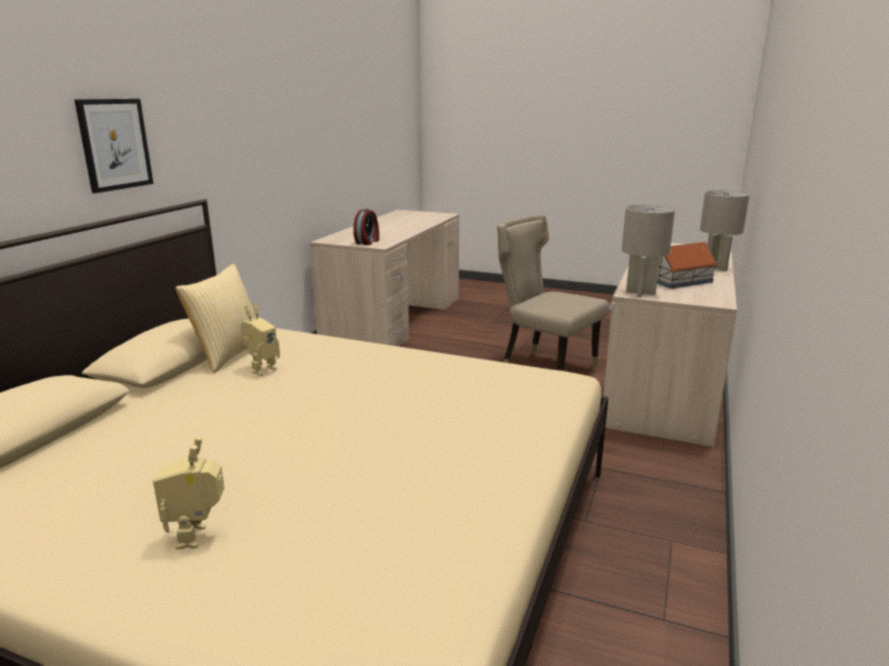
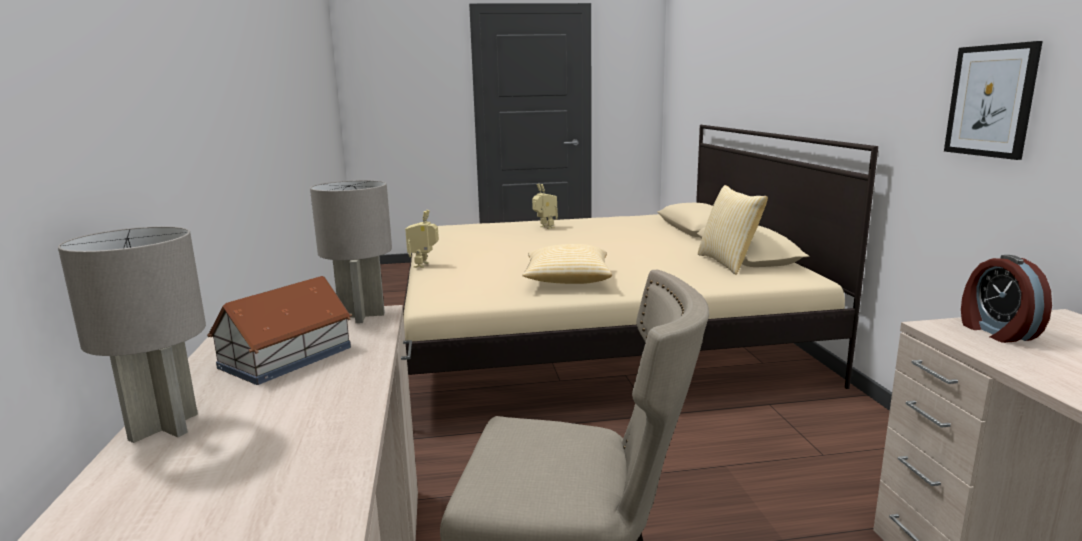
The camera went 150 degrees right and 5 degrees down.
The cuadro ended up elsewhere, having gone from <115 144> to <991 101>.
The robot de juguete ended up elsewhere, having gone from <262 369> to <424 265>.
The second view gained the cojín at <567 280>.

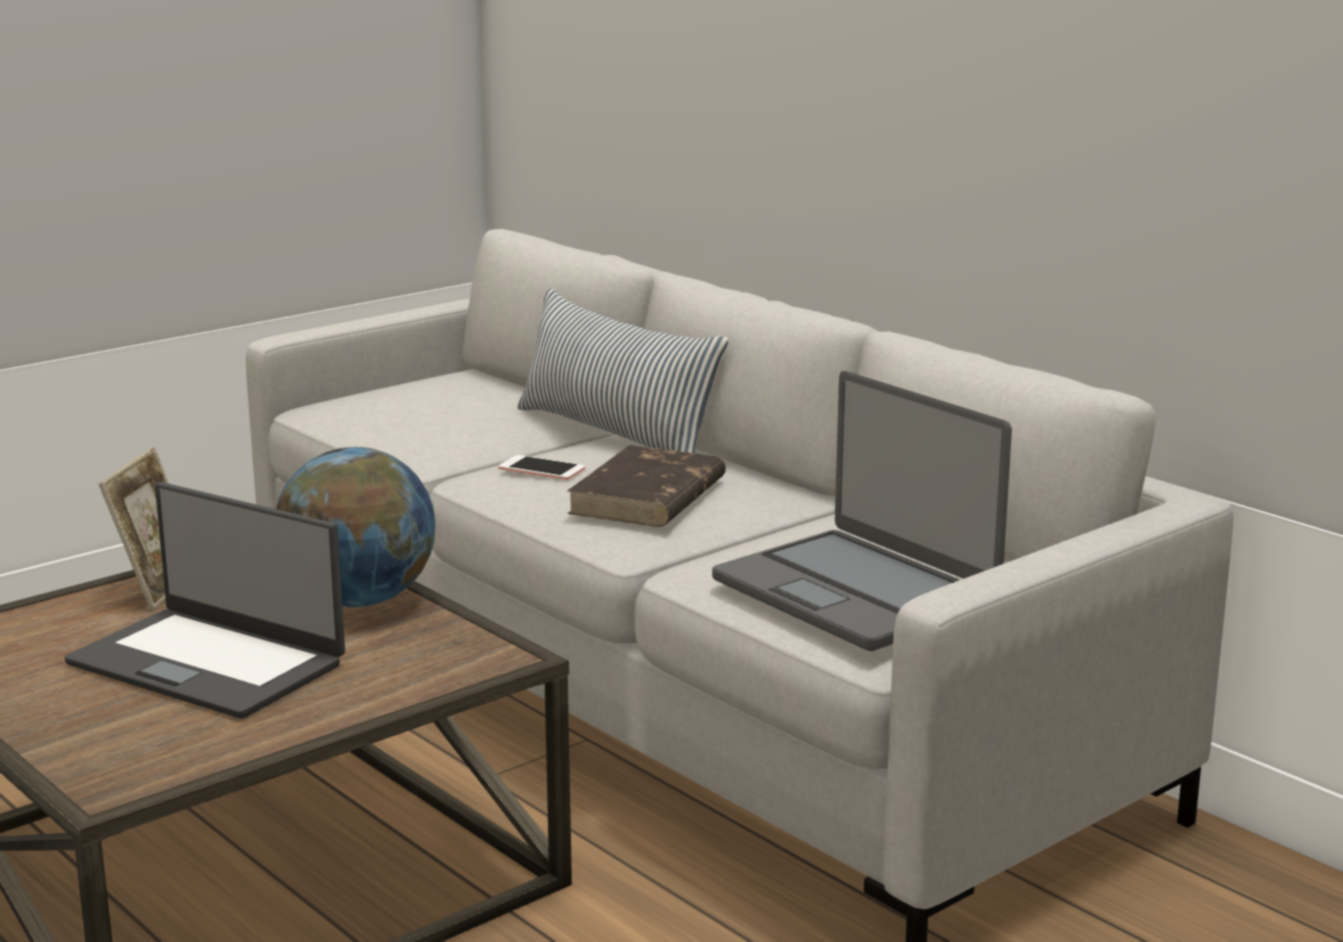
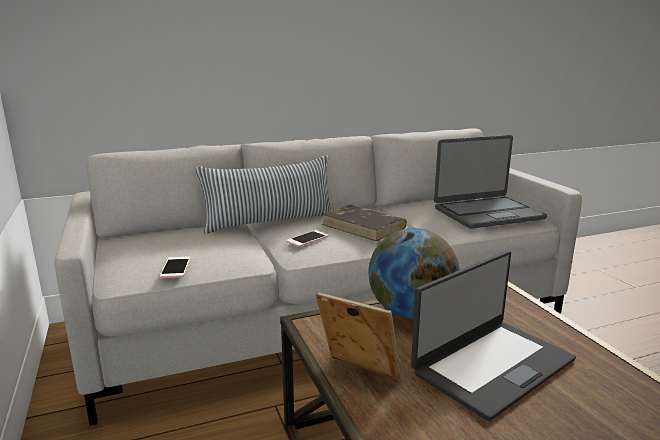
The camera went 70 degrees left and 0 degrees up.
The second view gained the móvil at <175 267>.

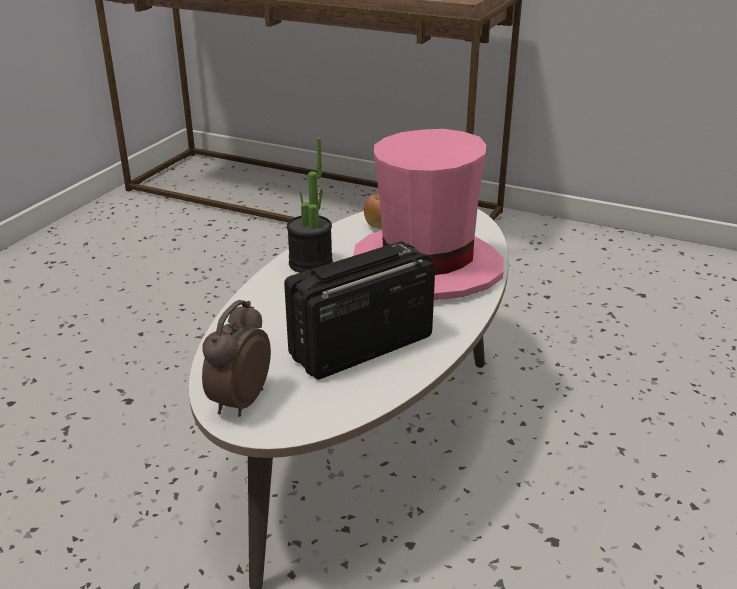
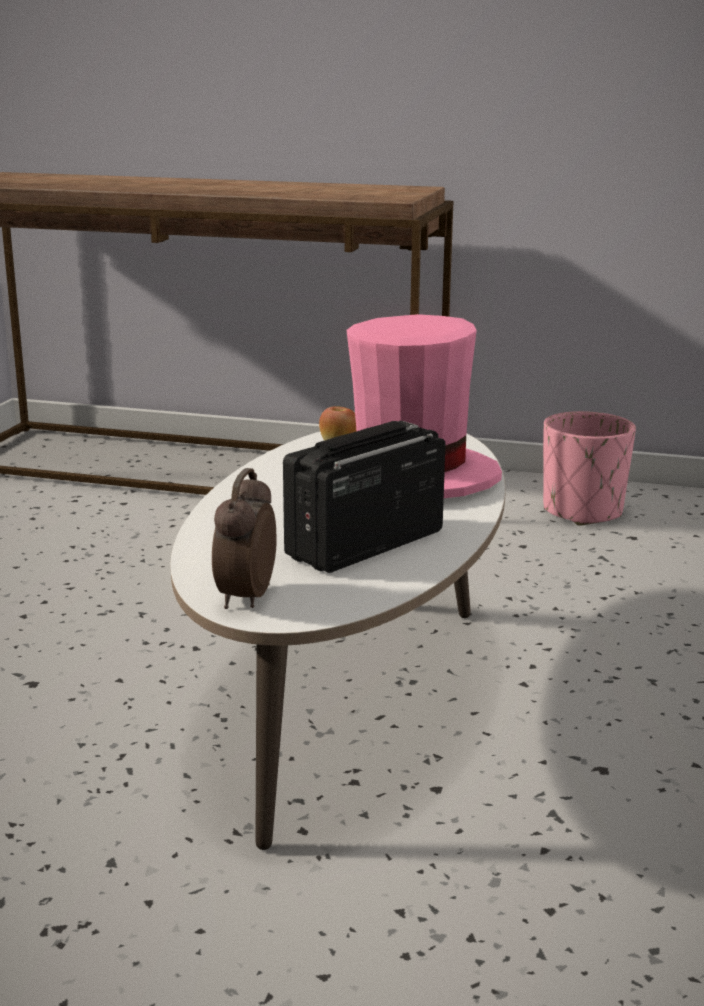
The camera went 10 degrees left and 10 degrees down.
The second view lost the planta en maceta at <310 263>.
The second view gained the maceta (rosa) at <582 512>.

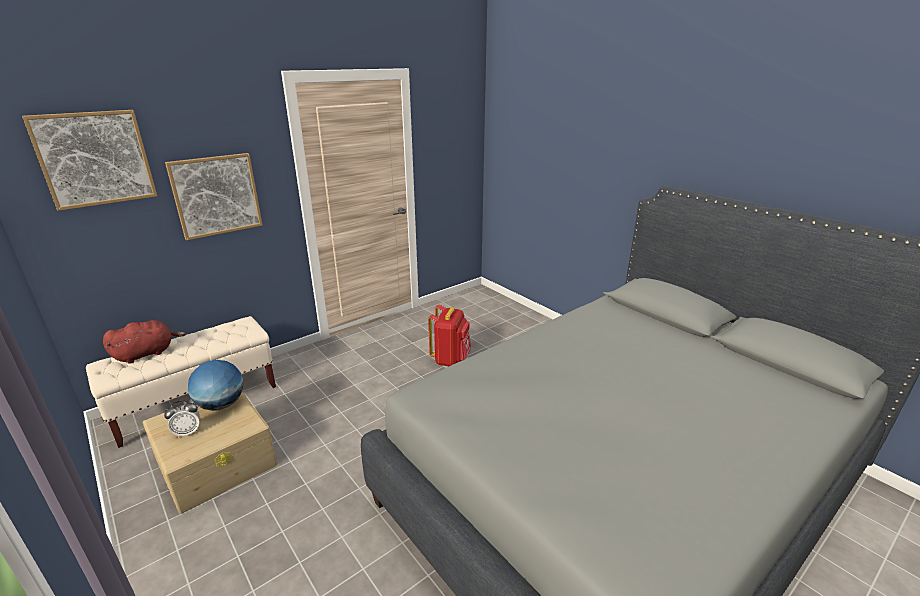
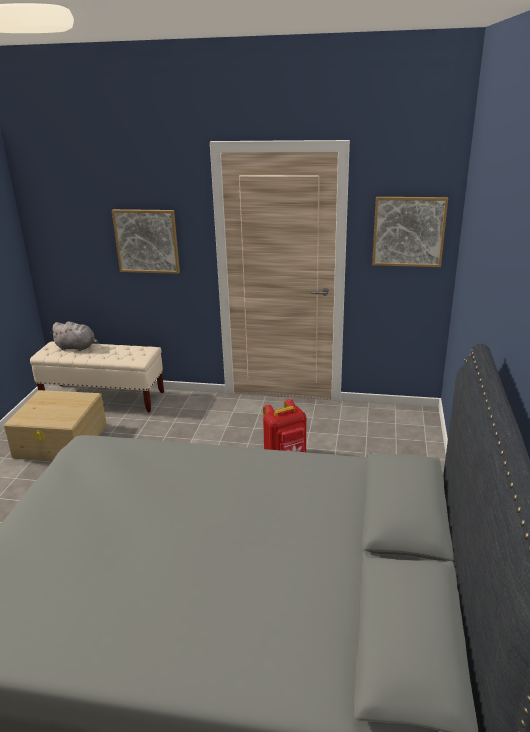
The camera went 50 degrees right and 0 degrees up.
The cuadro ended up elsewhere, having gone from <95 159> to <408 231>.
What was the peluche (rojo) at <147 353> turned into the peluche (gris) at <77 347>.
The second view lost the despertador at <187 432>.
The second view lost the globo terráqueo at <221 405>.

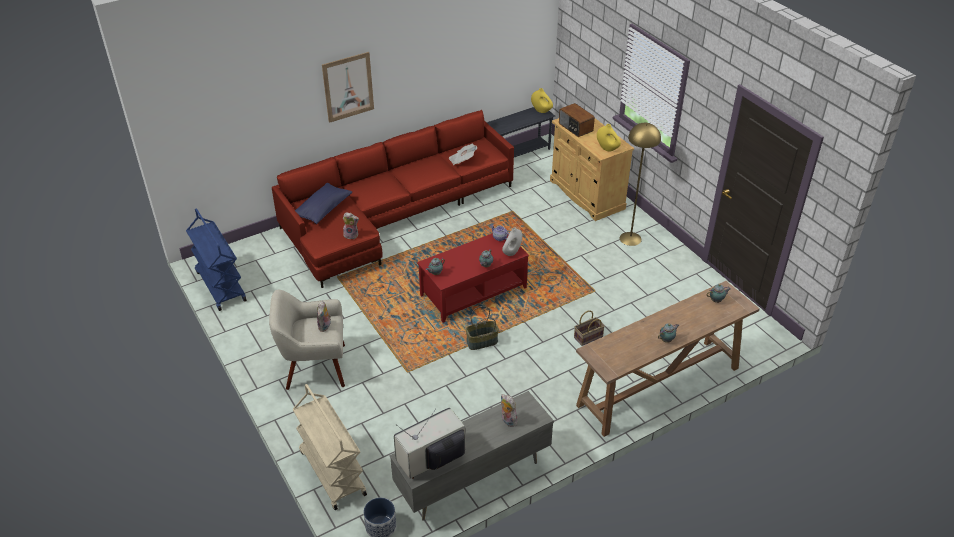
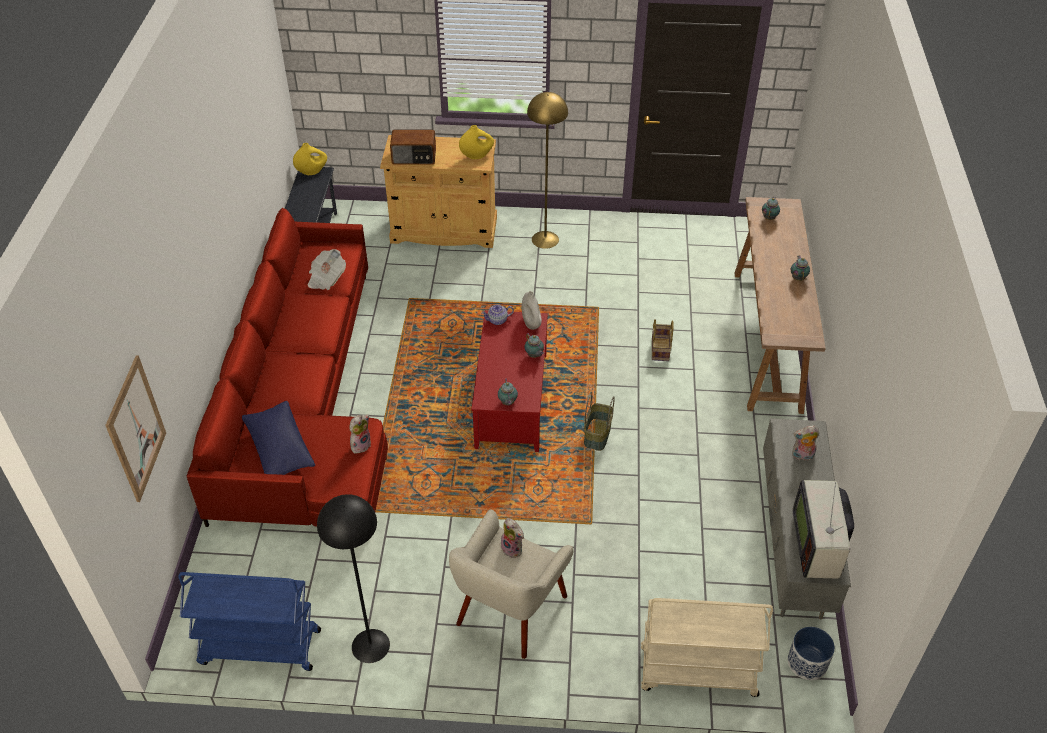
The camera went 55 degrees left and 5 degrees up.
The cuadro ended up elsewhere, having gone from <348 87> to <136 429>.
The second view gained the lámpara de pie (negro) at <370 645>.

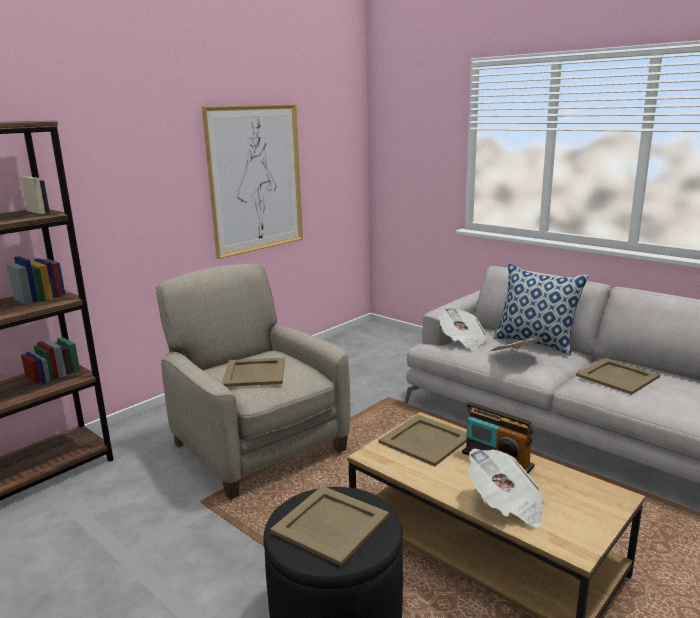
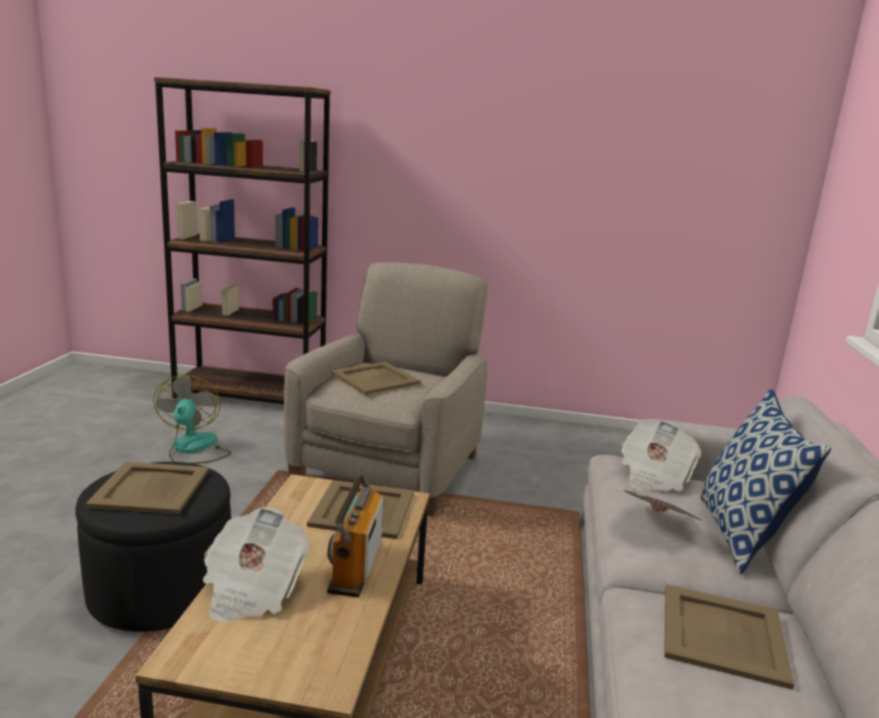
The camera went 55 degrees right and 0 degrees up.
The second view lost the cuadro at <256 179>.
The second view gained the ventilador at <193 449>.

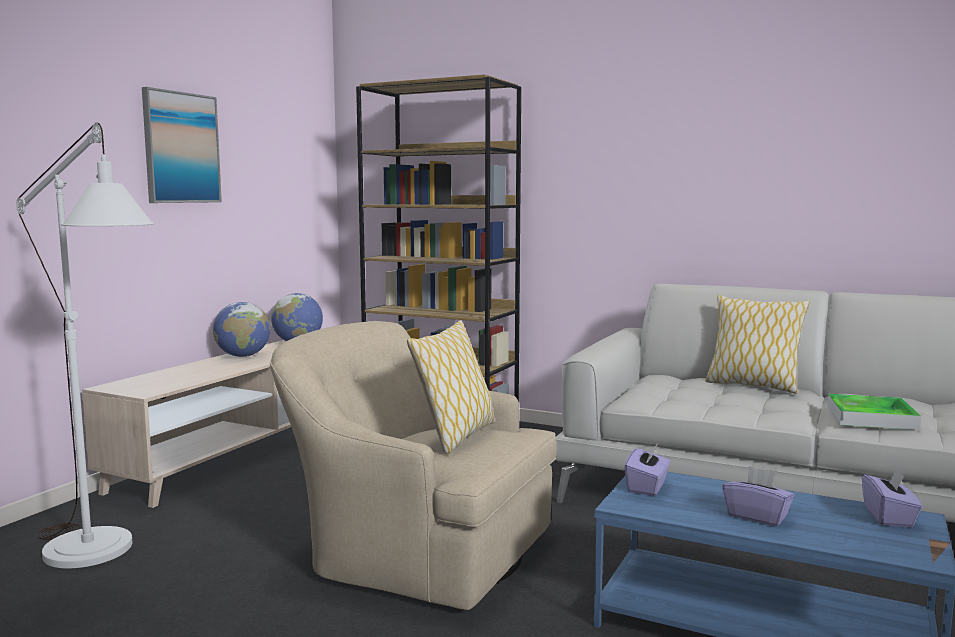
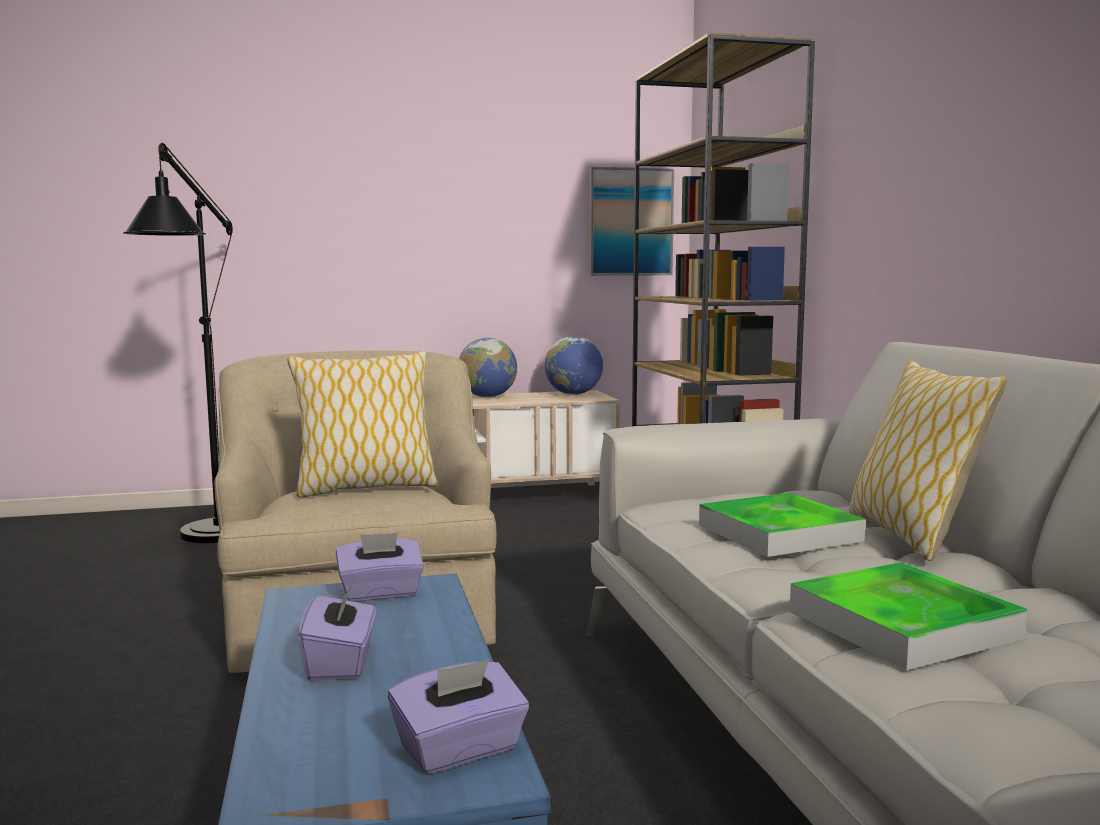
The camera went 50 degrees right and 0 degrees up.
What was the lámpara de pie (blanco) at <99 556> turned into the lámpara de pie (negro) at <211 538>.
The cuadro ended up elsewhere, having gone from <181 148> to <630 222>.
The second view gained the bandeja at <779 533>.

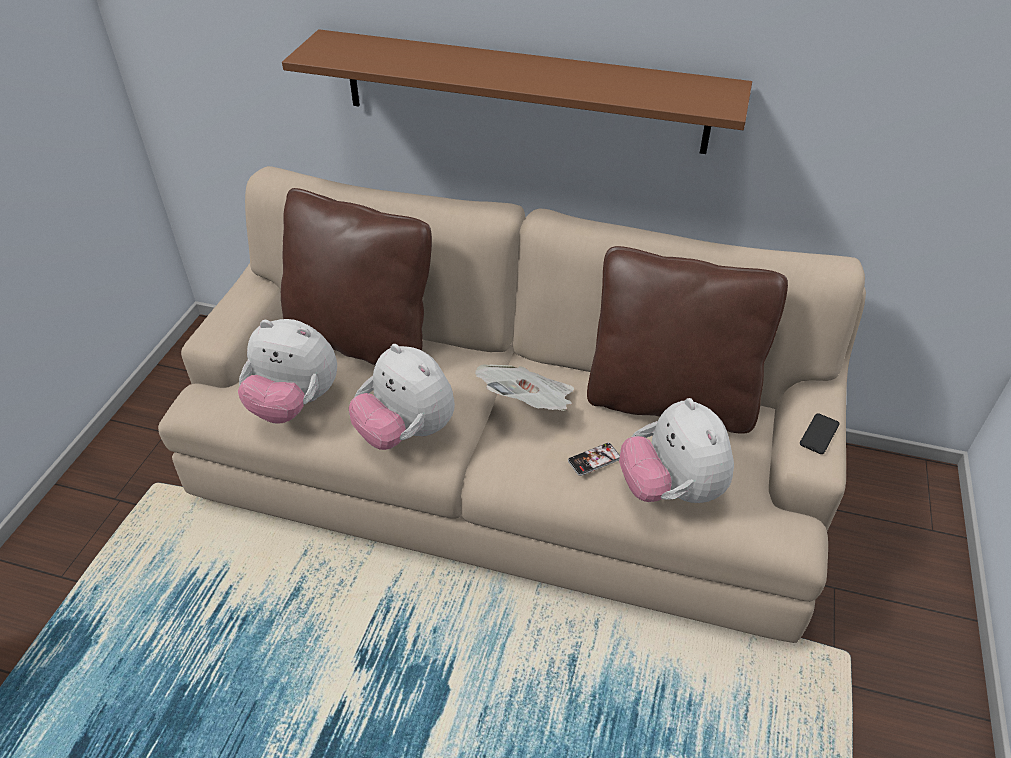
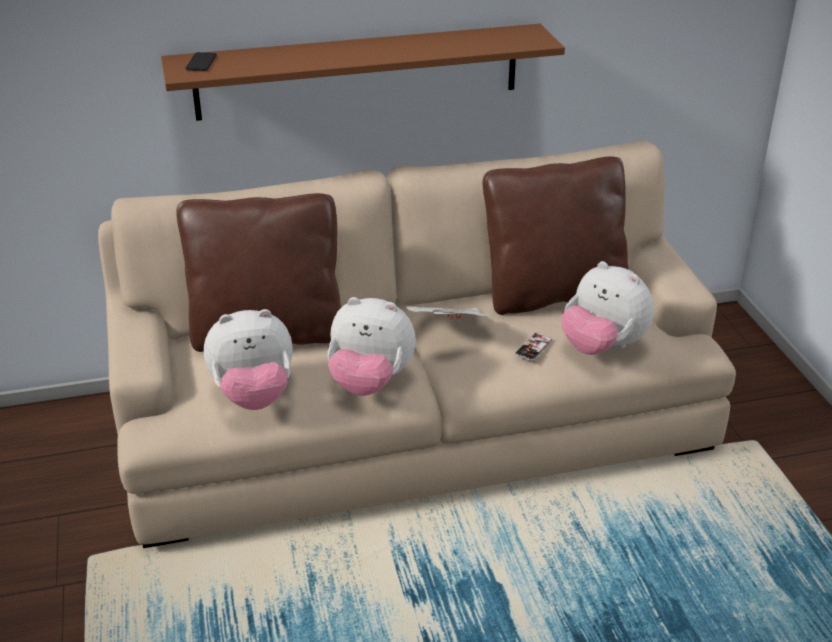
The camera went 30 degrees left and 10 degrees down.
The móvil ended up elsewhere, having gone from <819 434> to <201 62>.

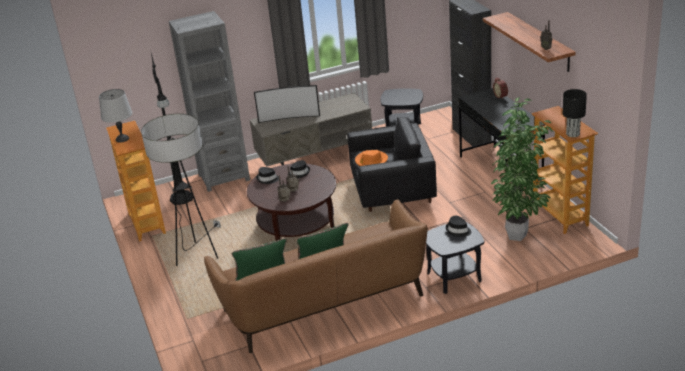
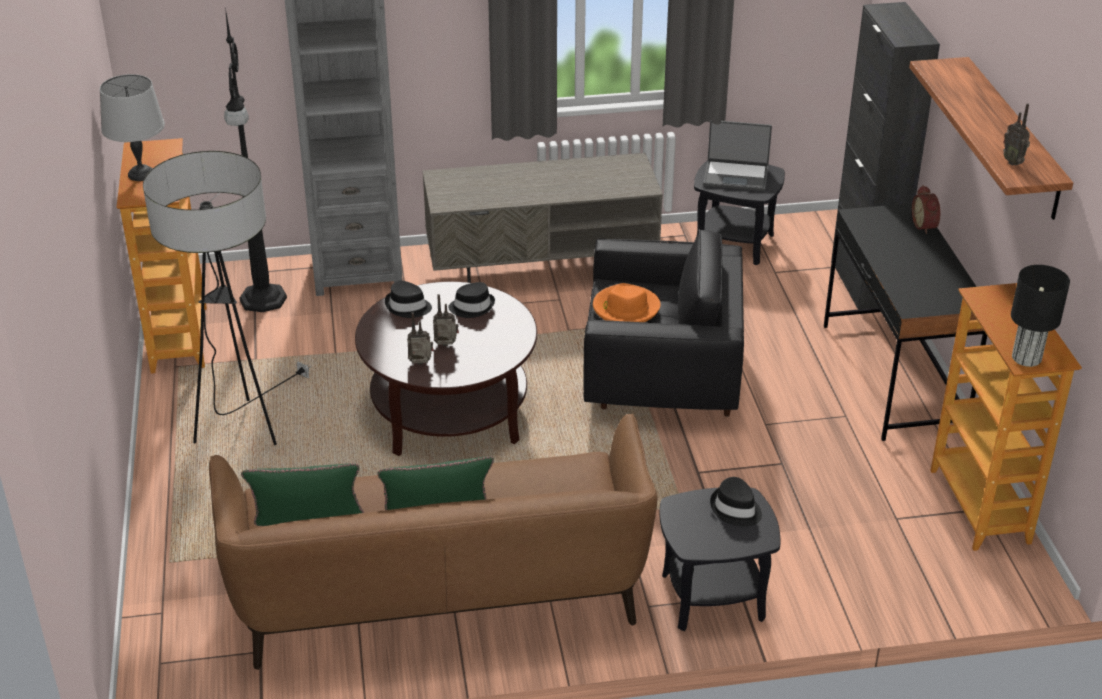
The camera went 10 degrees right and 5 degrees up.
The second view lost the televisor at <289 118>.
The second view lost the planta en maceta at <519 236>.
The second view gained the portátil at <736 176>.

